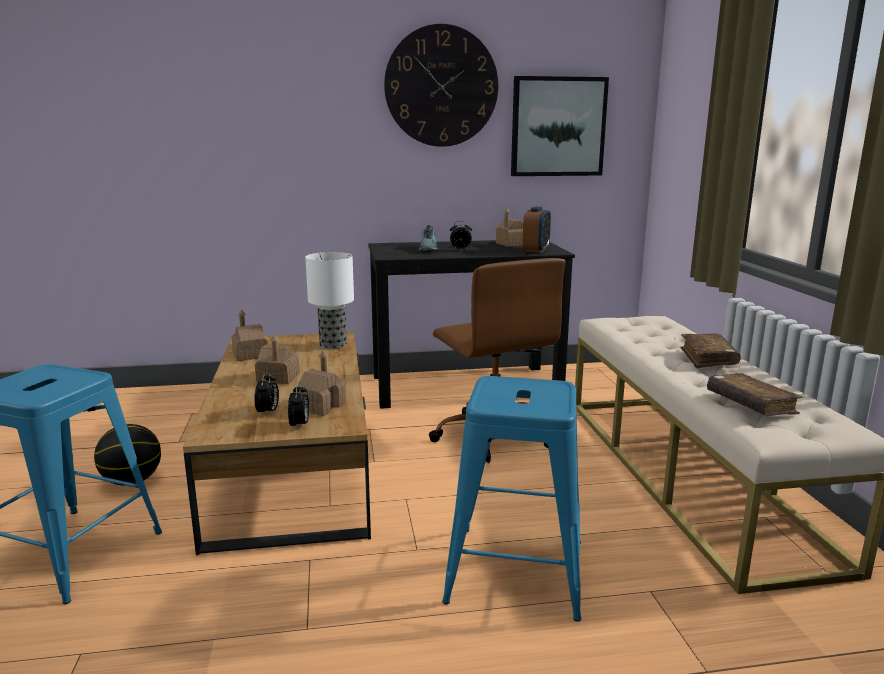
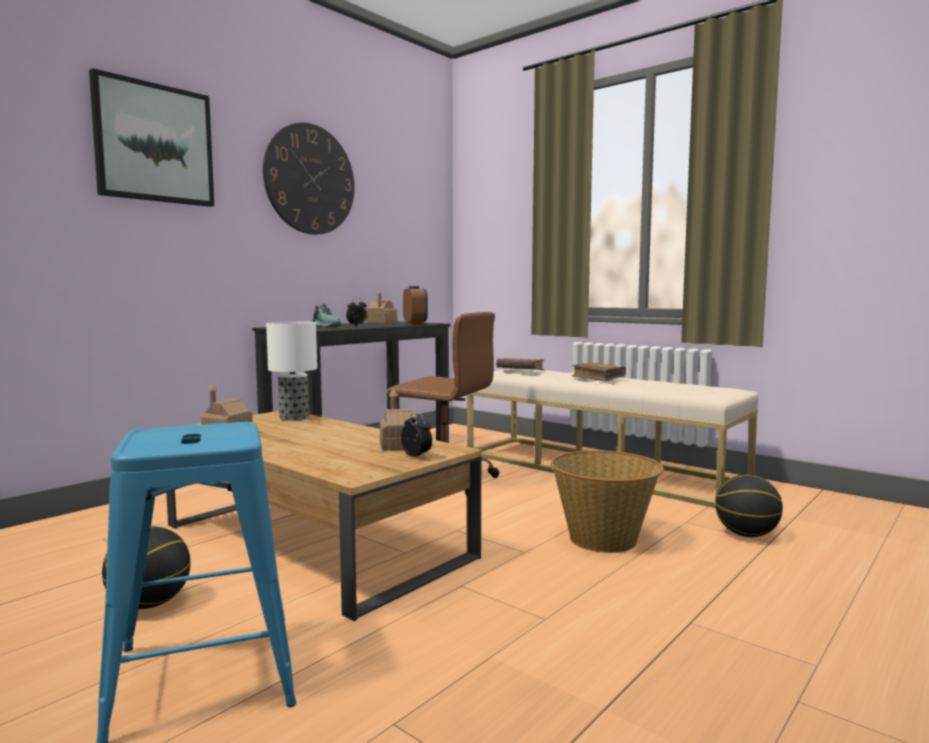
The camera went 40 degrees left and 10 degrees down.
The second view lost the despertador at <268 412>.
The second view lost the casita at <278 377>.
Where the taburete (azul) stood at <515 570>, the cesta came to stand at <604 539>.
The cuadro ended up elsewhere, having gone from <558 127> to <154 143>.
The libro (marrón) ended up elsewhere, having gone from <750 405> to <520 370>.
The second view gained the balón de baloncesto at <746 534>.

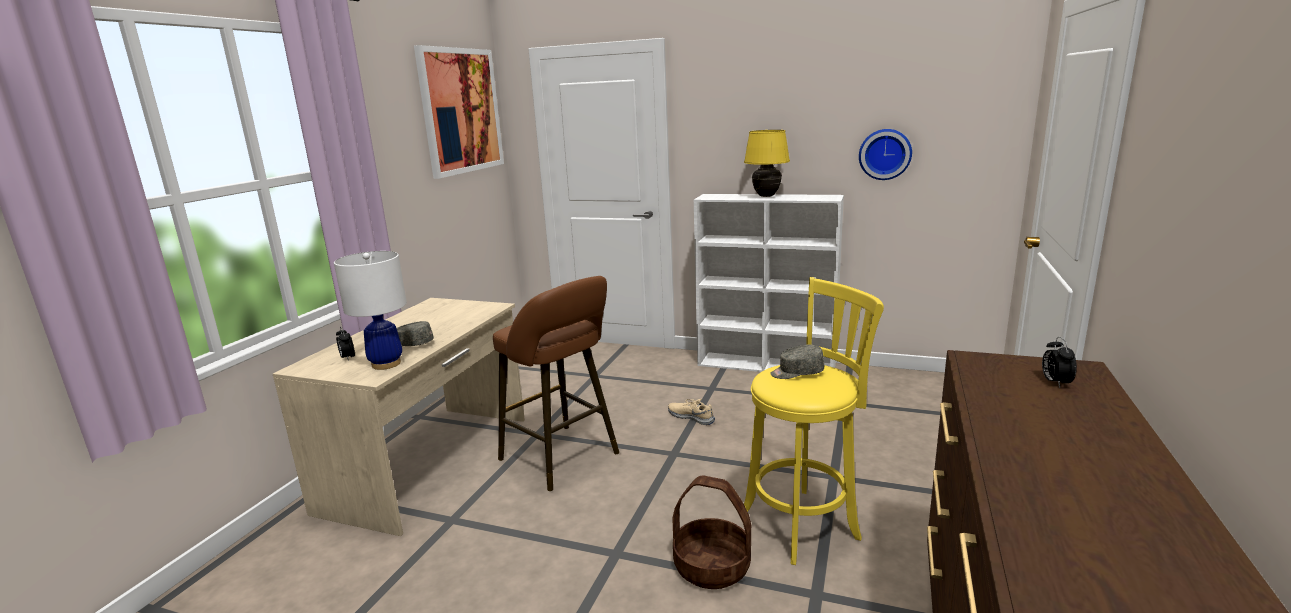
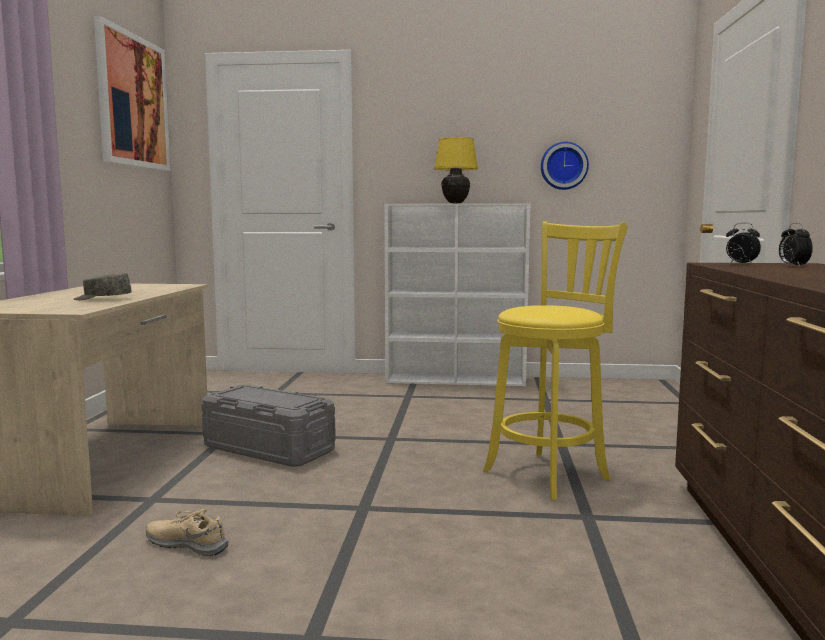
The camera went 15 degrees left and 10 degrees down.
The second view lost the lámpara de mesa (blanco) at <386 364>.
The despertador ended up elsewhere, having gone from <347 358> to <740 264>.
Where the taburete (marrón) stood at <563 458>, the caja de almacenaje (gris) came to stand at <268 448>.
The zapato (beis) ended up elsewhere, having gone from <691 417> to <187 544>.
The second view lost the cesta at <712 566>.
The second view lost the gorra (gris) at <796 373>.

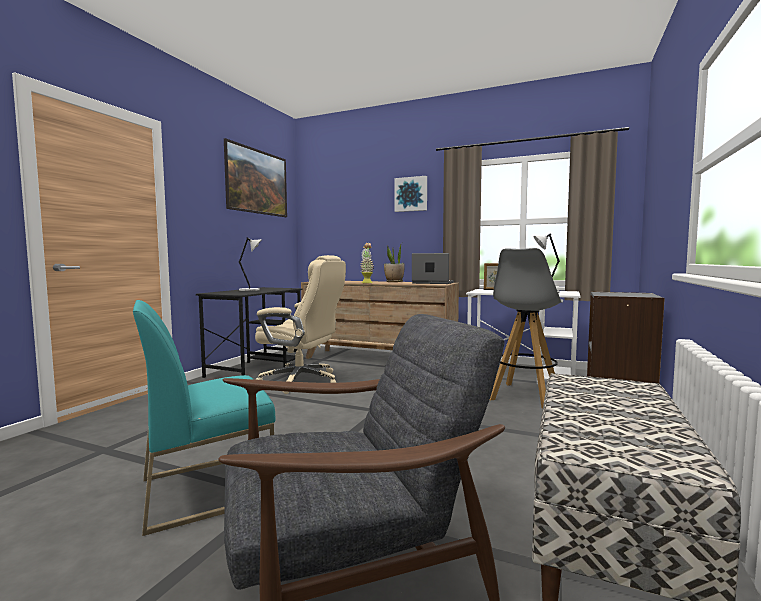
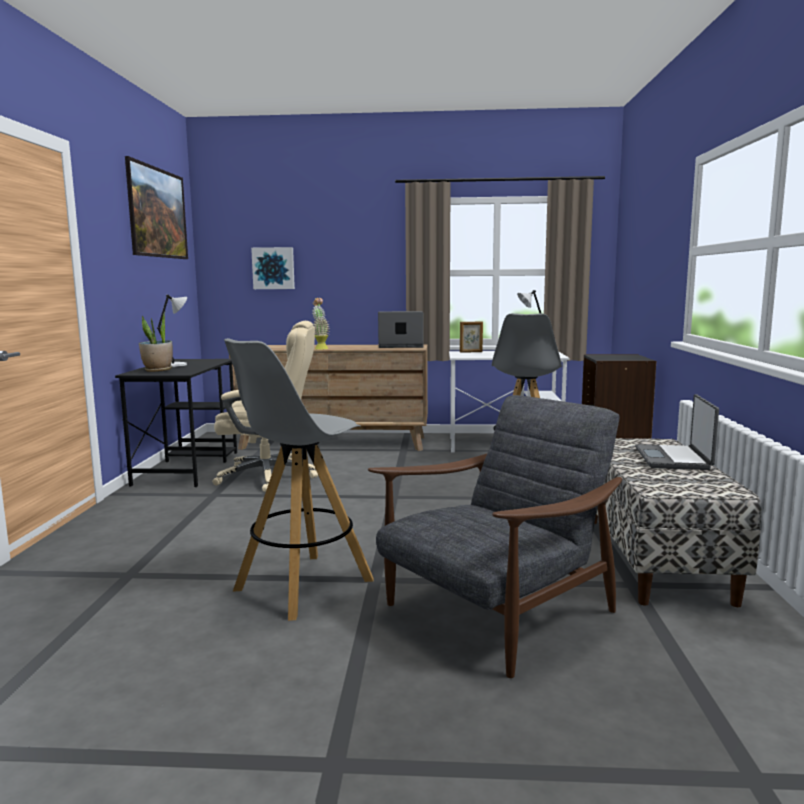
The camera went 20 degrees left and 5 degrees up.
Where the silla (turquesa) stood at <208 488>, the taburete (gris) came to stand at <302 585>.
The planta en maceta ended up elsewhere, having gone from <394 282> to <158 370>.
The cuadro ended up elsewhere, having gone from <411 194> to <273 268>.
The second view gained the portátil at <674 459>.

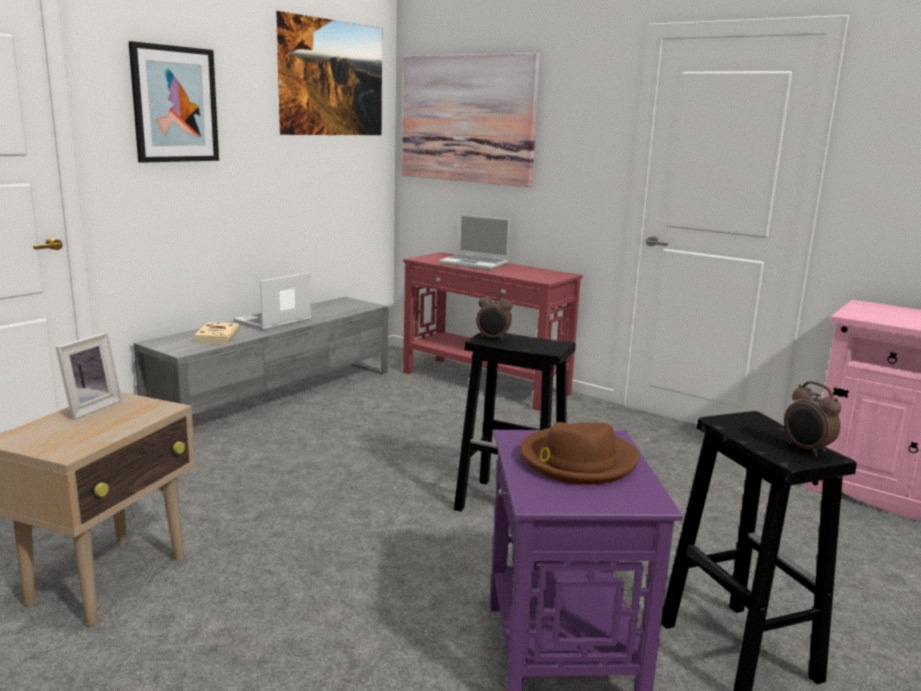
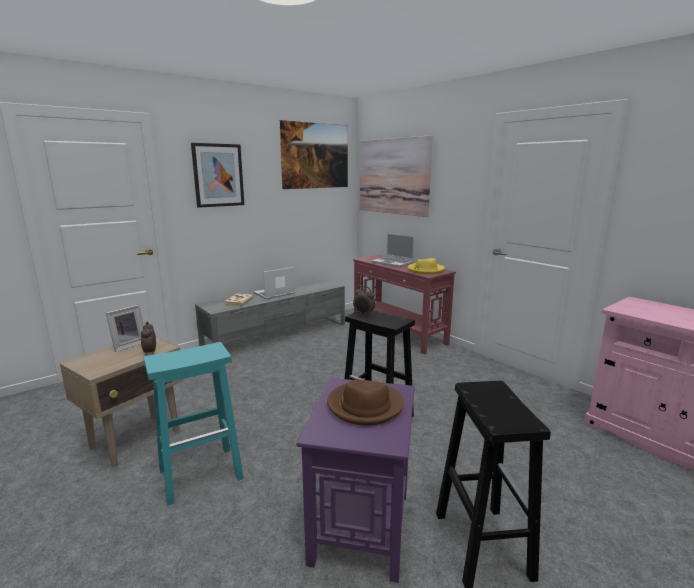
The camera went 15 degrees right and 0 degrees up.
The despertador ended up elsewhere, having gone from <806 449> to <149 353>.
The second view gained the taburete (turquesa) at <202 473>.
The second view gained the sombrero (amarillo) at <425 270>.

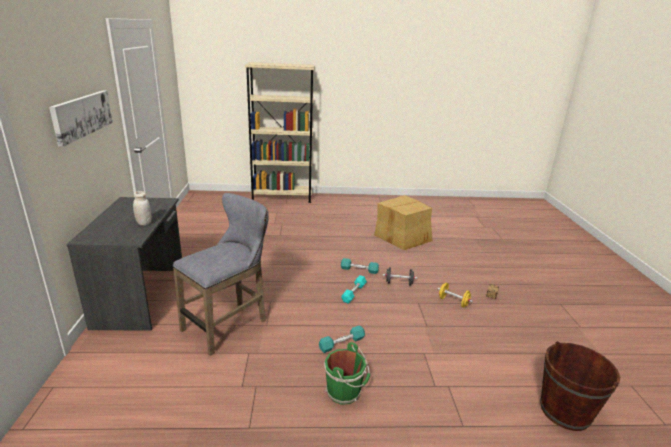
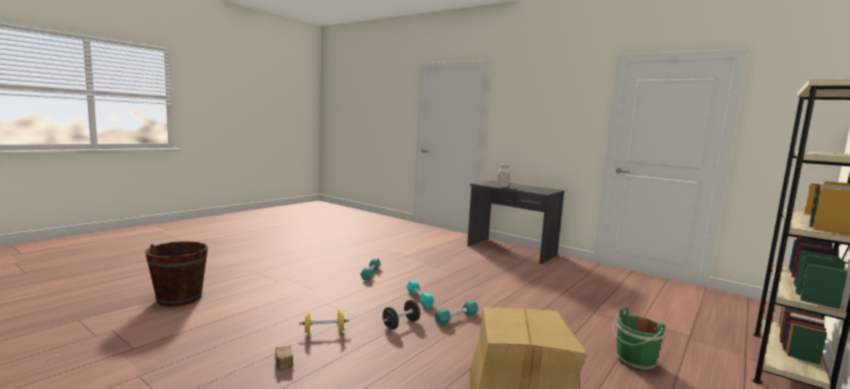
The camera went 130 degrees right and 15 degrees down.
The second view lost the cuadro at <82 115>.
The second view lost the taburete (gris) at <229 324>.
The cubo (verde) ended up elsewhere, having gone from <345 392> to <634 362>.

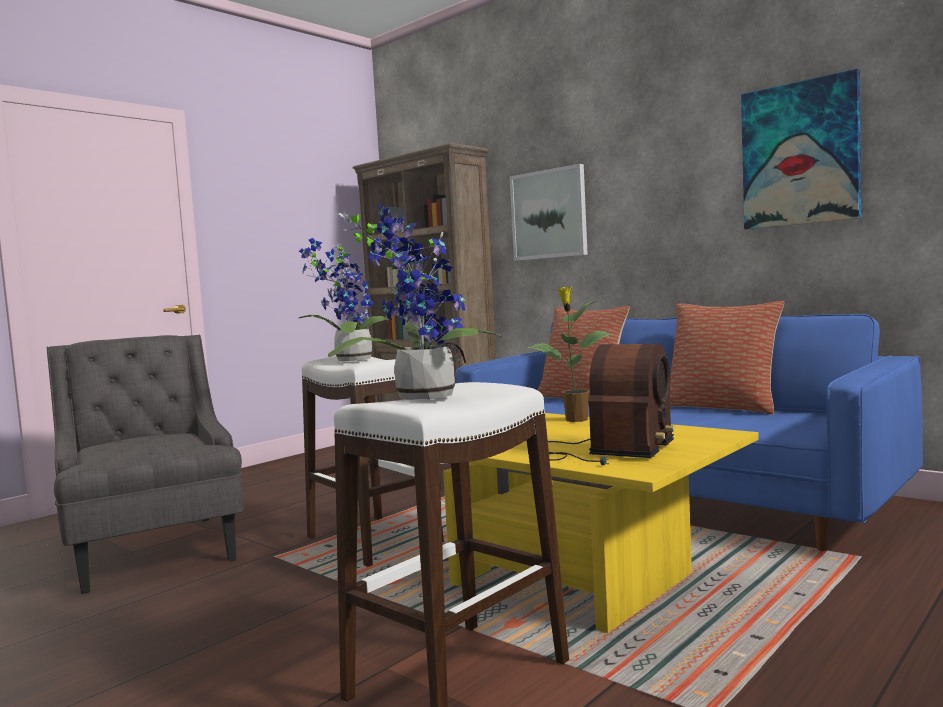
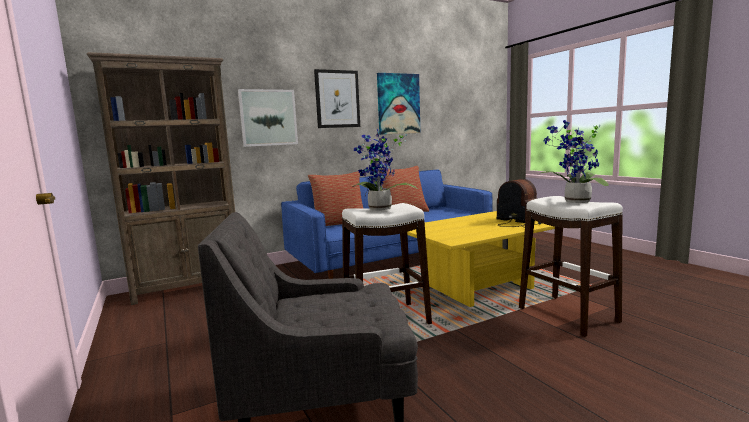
The camera went 70 degrees left and 5 degrees up.
The second view lost the planta en maceta at <575 420>.
The second view gained the cuadro at <337 99>.

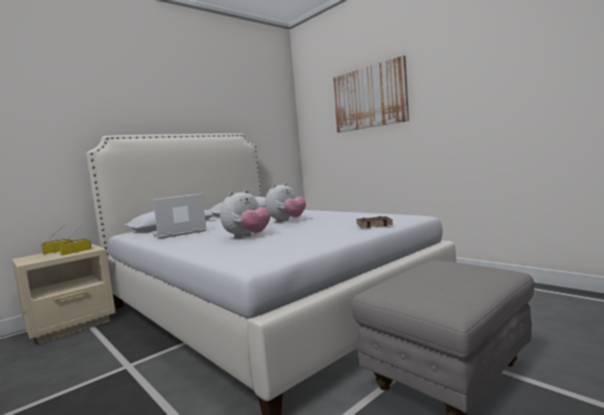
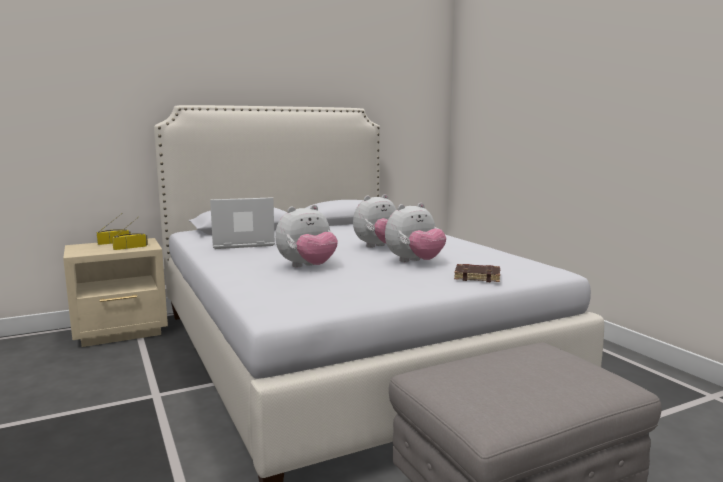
The camera went 15 degrees right and 5 degrees up.
The second view lost the cuadro at <369 97>.
The second view gained the peluche at <414 262>.

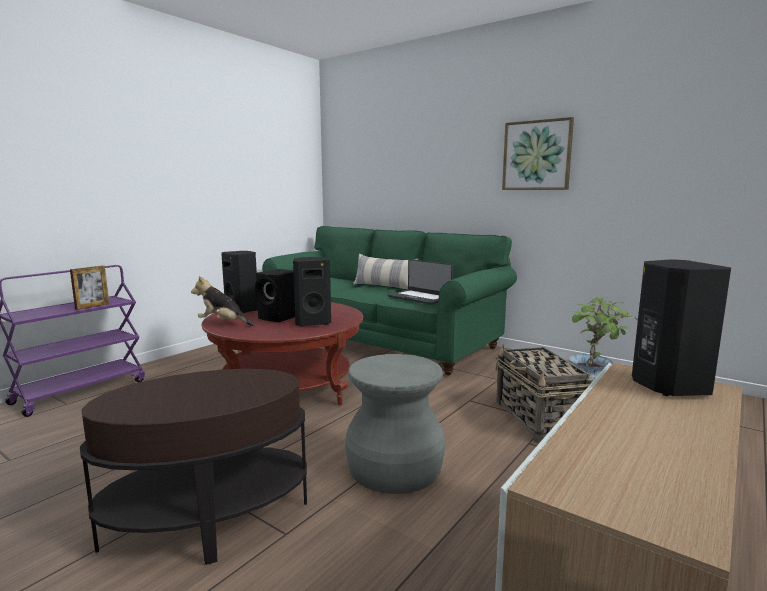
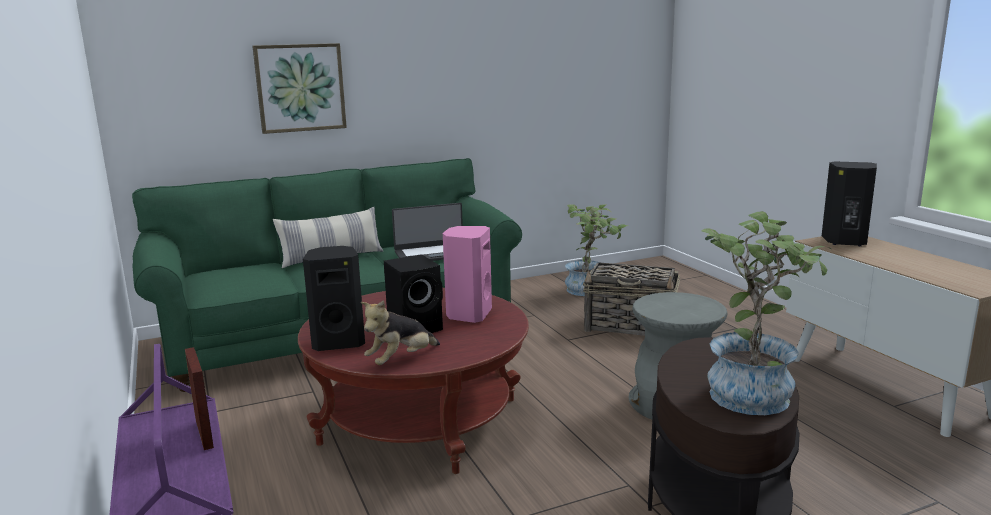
The camera went 60 degrees left and 5 degrees up.
What was the altavoz (negro) at <312 322> turned into the altavoz (rosa) at <468 315>.
The cuadro ended up elsewhere, having gone from <537 155> to <300 88>.
The second view gained the planta en maceta at <752 391>.

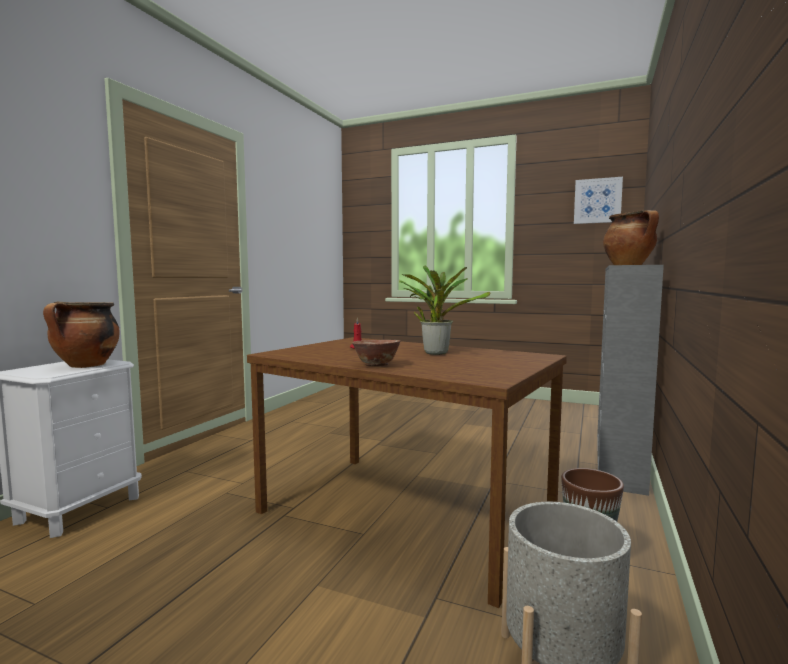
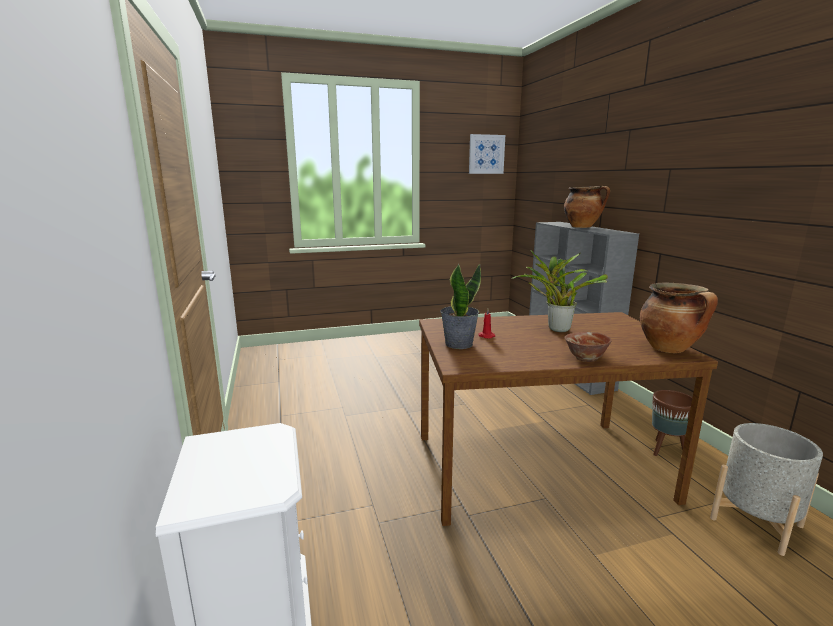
The camera went 40 degrees left and 10 degrees up.
The olla ended up elsewhere, having gone from <86 366> to <670 349>.
The second view gained the planta en maceta at <458 344>.

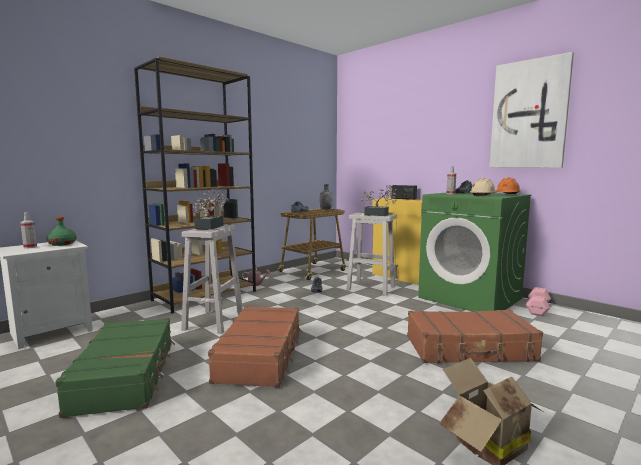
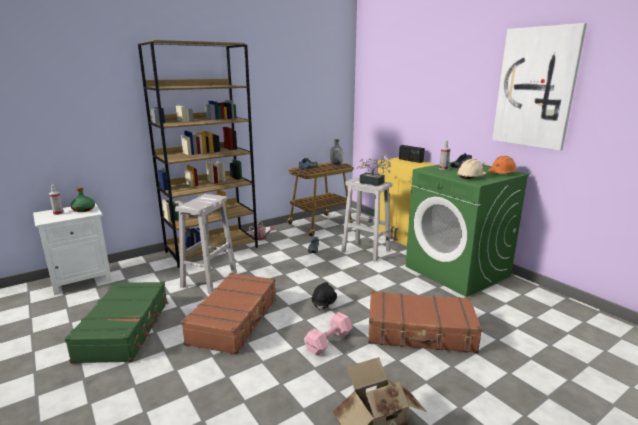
The camera went 10 degrees right and 10 degrees up.
The second view lost the planta en maceta at <211 226>.
The mancuerna (rosa) ended up elsewhere, having gone from <538 309> to <329 341>.
The second view gained the casco (negro) at <324 303>.

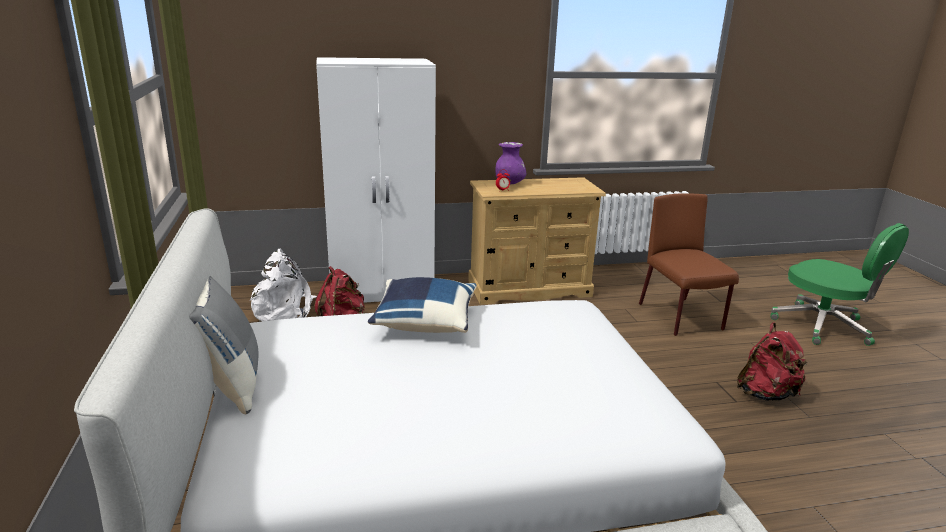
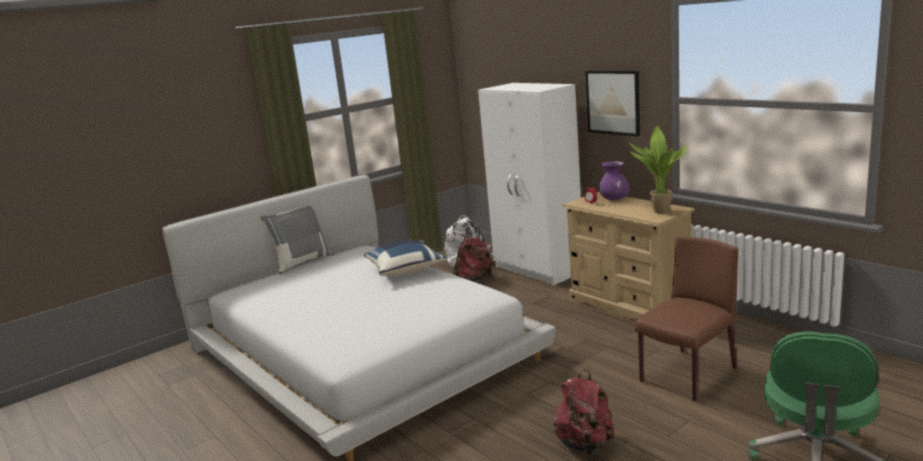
The camera went 65 degrees right and 5 degrees down.
The second view gained the cuadro at <613 102>.
The second view gained the planta en maceta at <658 211>.

